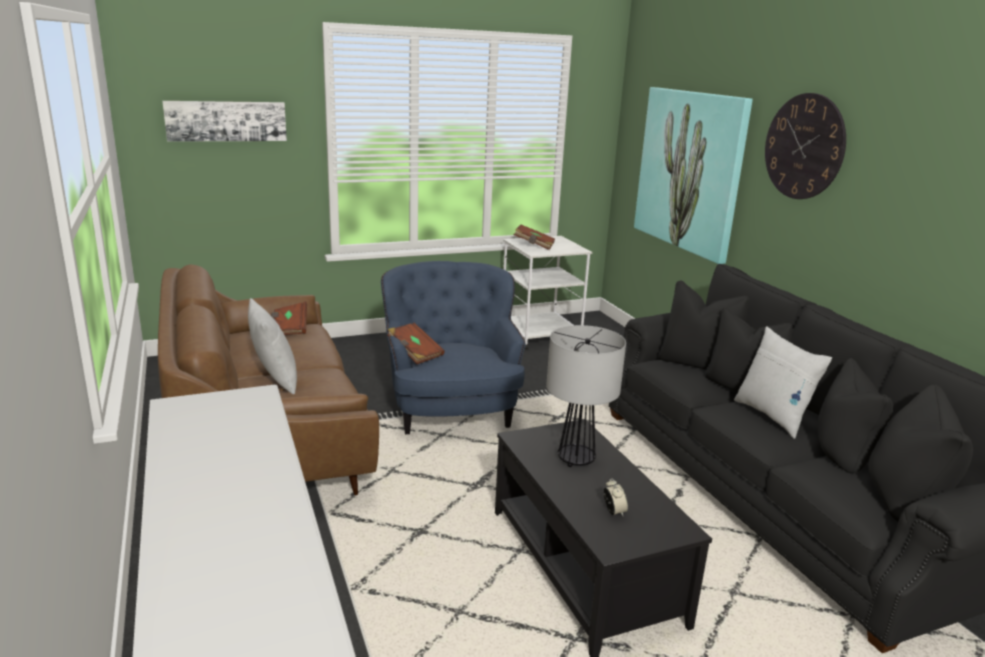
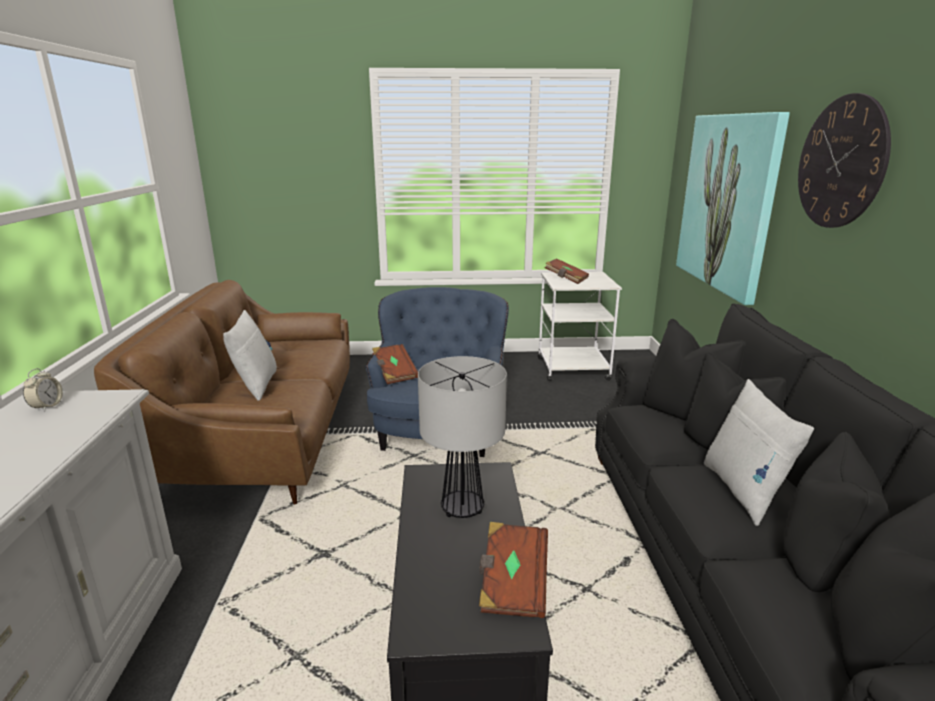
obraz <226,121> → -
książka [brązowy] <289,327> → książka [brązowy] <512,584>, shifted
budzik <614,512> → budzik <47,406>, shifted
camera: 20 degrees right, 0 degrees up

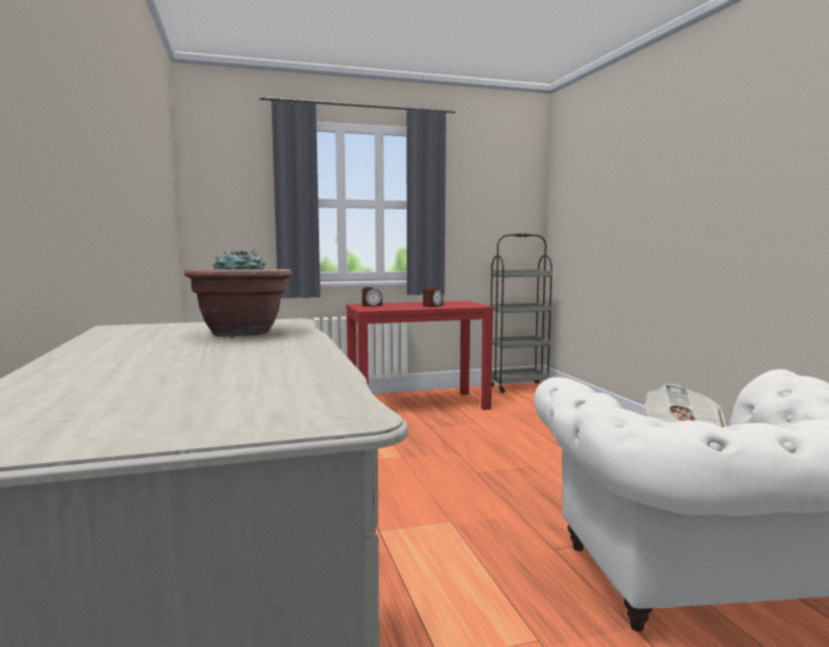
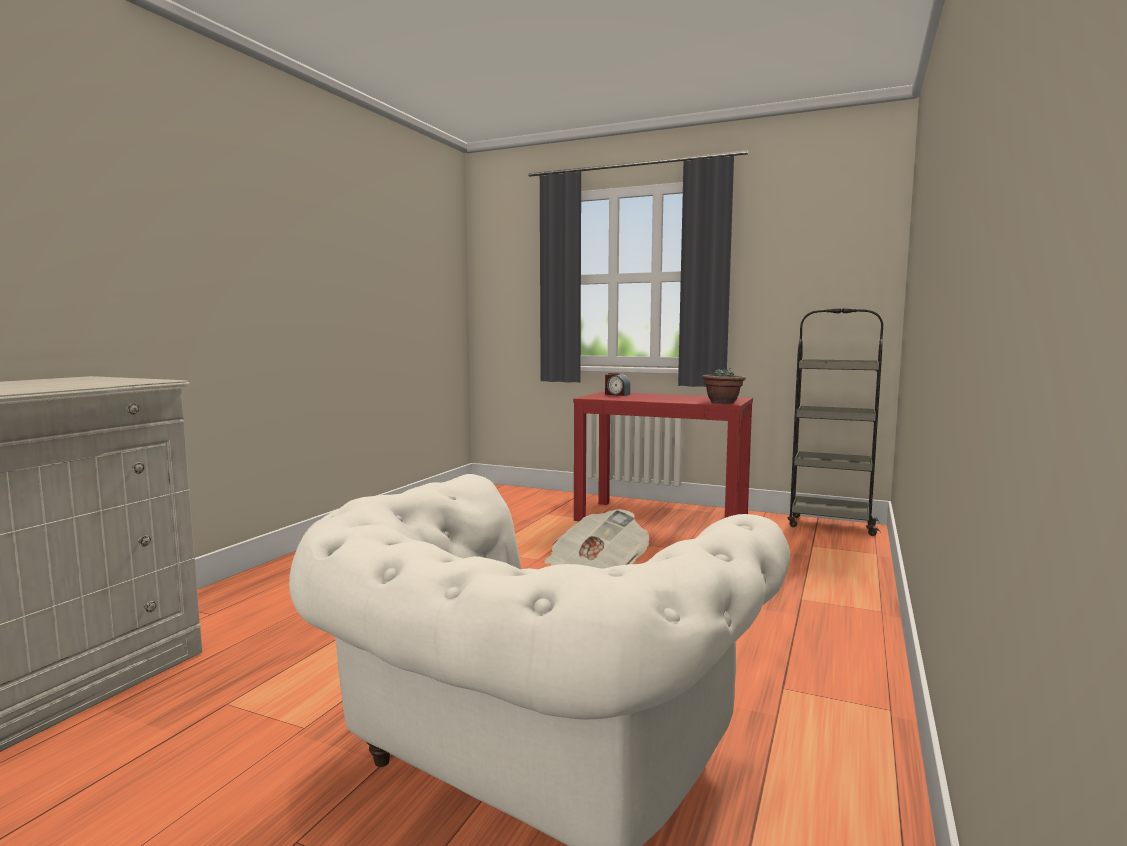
roślina doniczkowa <241,333> → roślina doniczkowa <722,402>, shifted
budzik <432,306> → -
camera: 40 degrees right, 0 degrees up

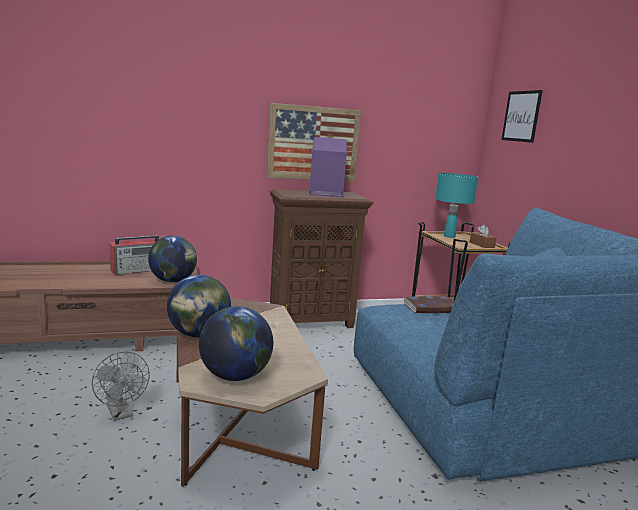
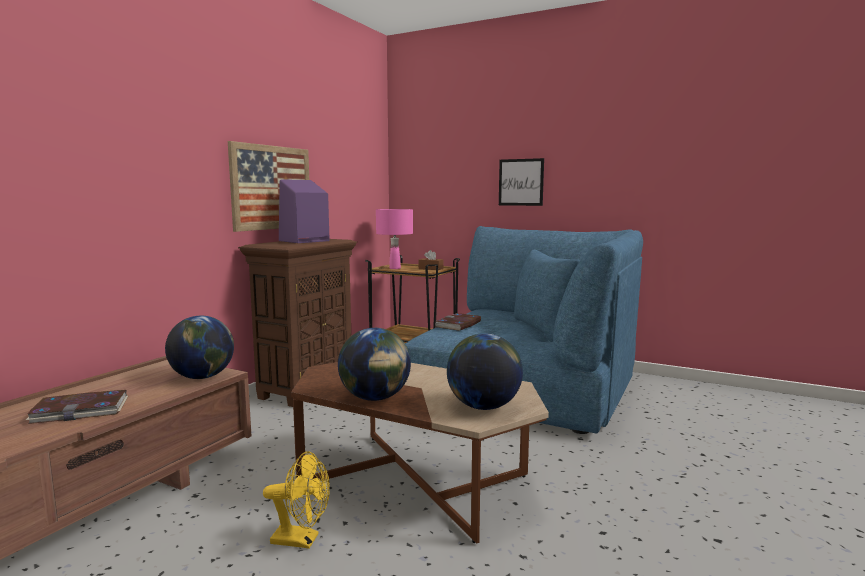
obraz <521,116> → obraz <521,182>, shifted
lampa stołowa [turkusowy] <449,236> → lampa stołowa [różowy] <395,268>
radio <138,270> → -
wentylator [szary] <121,414> → wentylator [żółty] <302,540>
- → książka <81,410>
camera: 45 degrees left, 5 degrees down

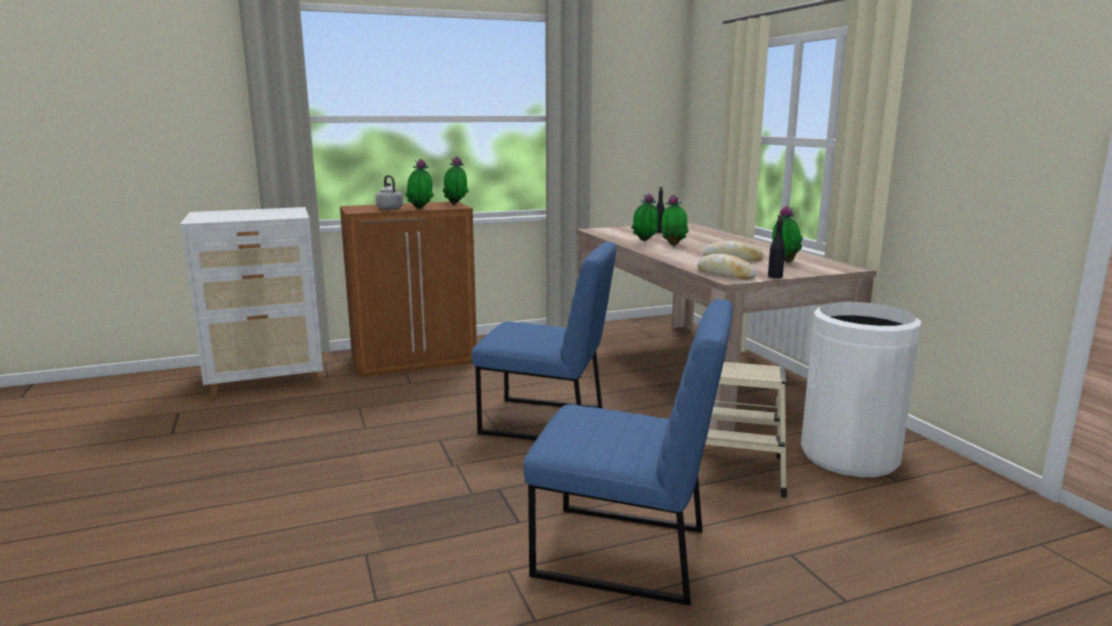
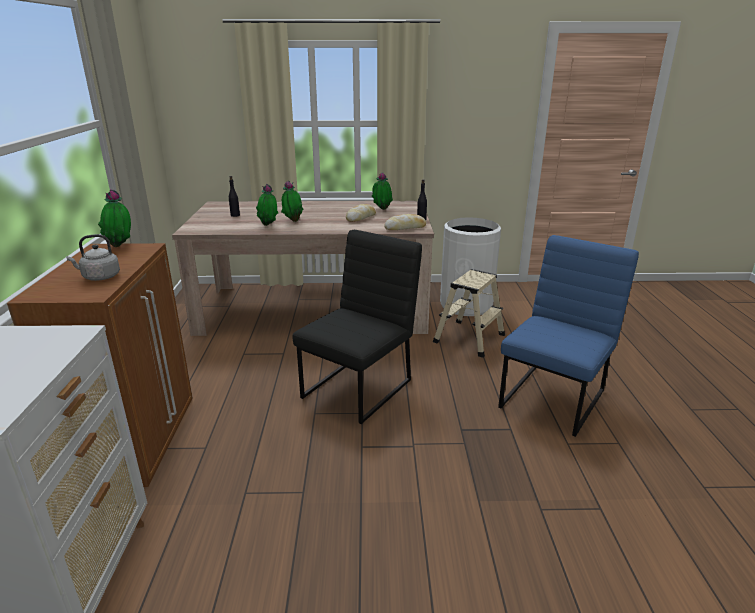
roślina doniczkowa <420,209> → -
krzesło [niebieski] <546,422> → krzesło [czarny] <360,387>
camera: 70 degrees left, 10 degrees up

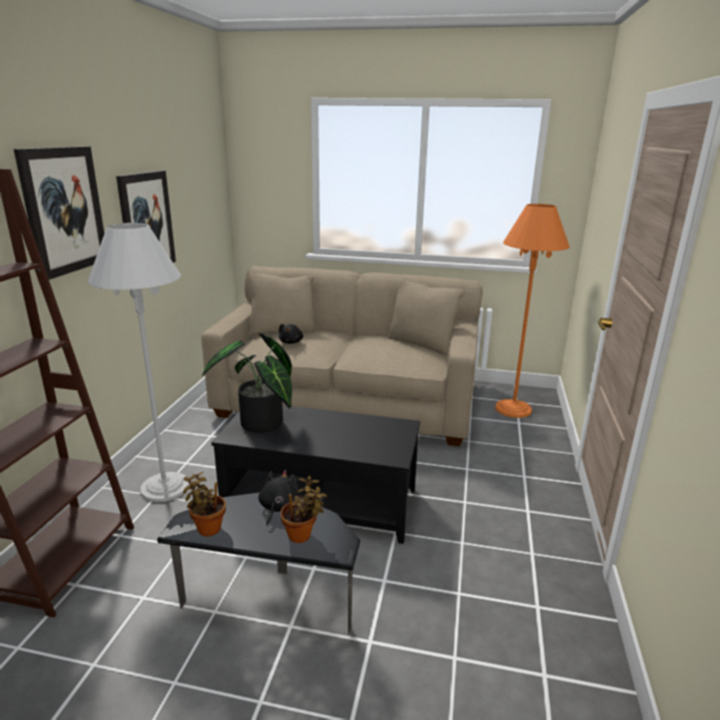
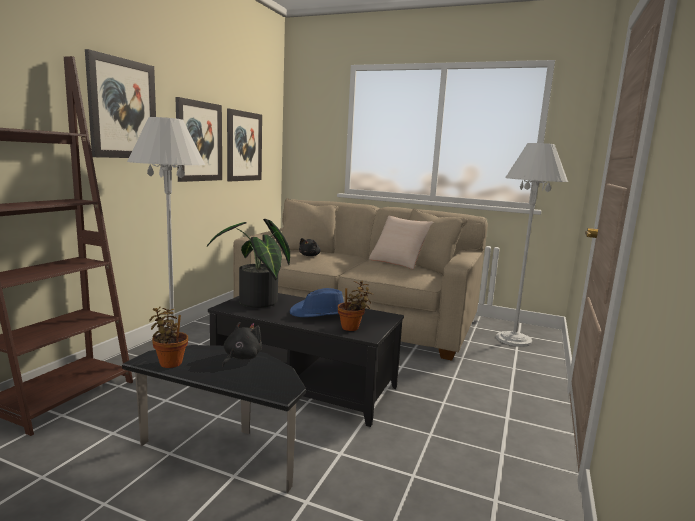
lampa stojąca [pomarańczowy] <513,409> → lampa stojąca [biały] <513,339>
roślina doniczkowa <302,535> → roślina doniczkowa <352,328>, shifted
- → obraz <244,146>
- → poduszka [beżowy] <398,262>
- → kapelusz [niebieski] <323,313>
camera: 10 degrees right, 10 degrees down

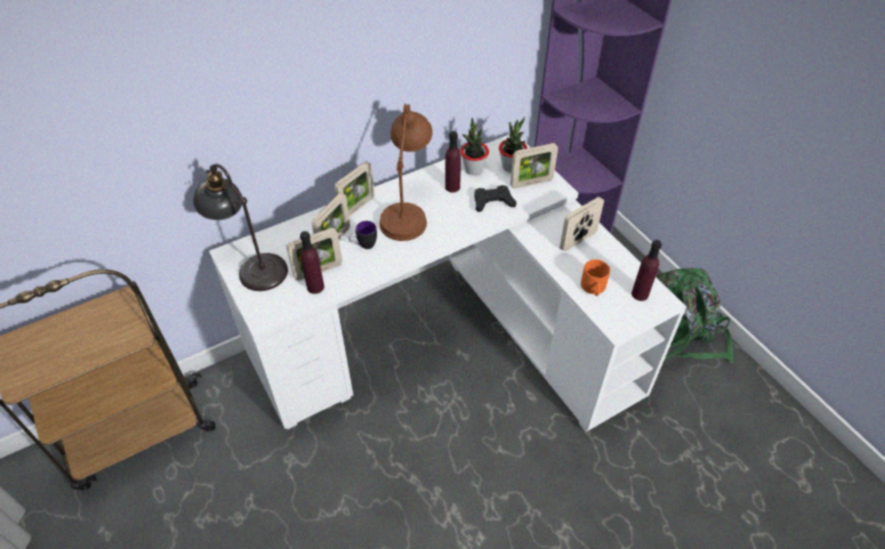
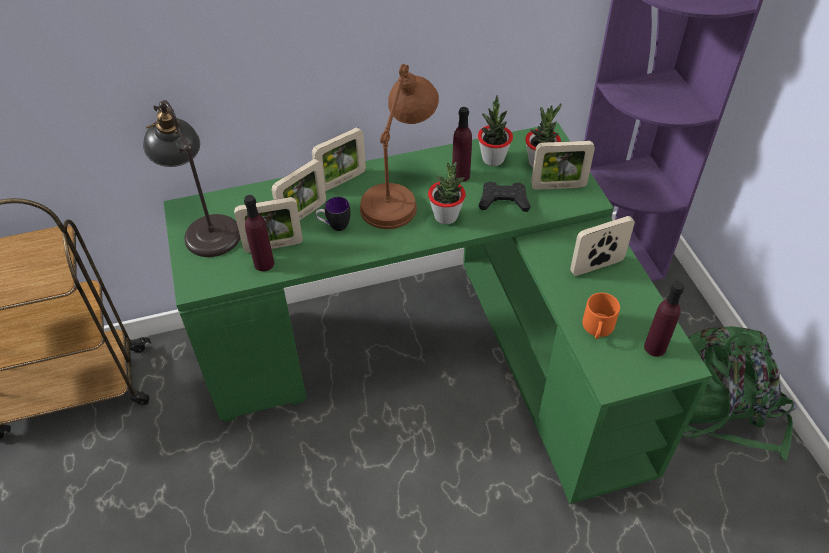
biurko [biały] <450,335> → biurko [zielony] <439,353>
- → roślina doniczkowa <446,216>
camera: 15 degrees right, 0 degrees up

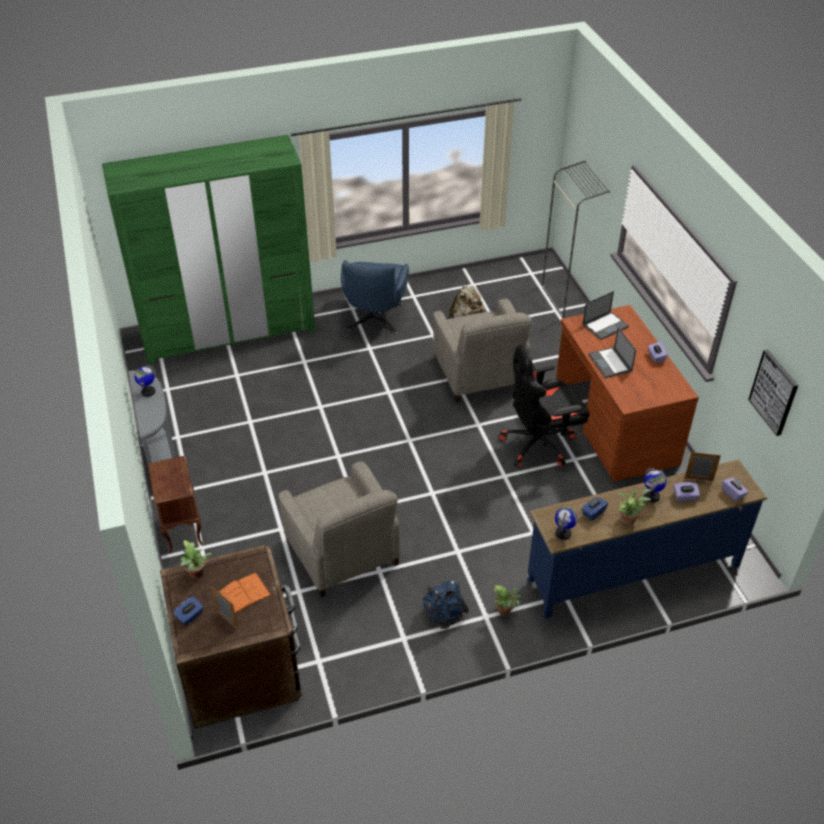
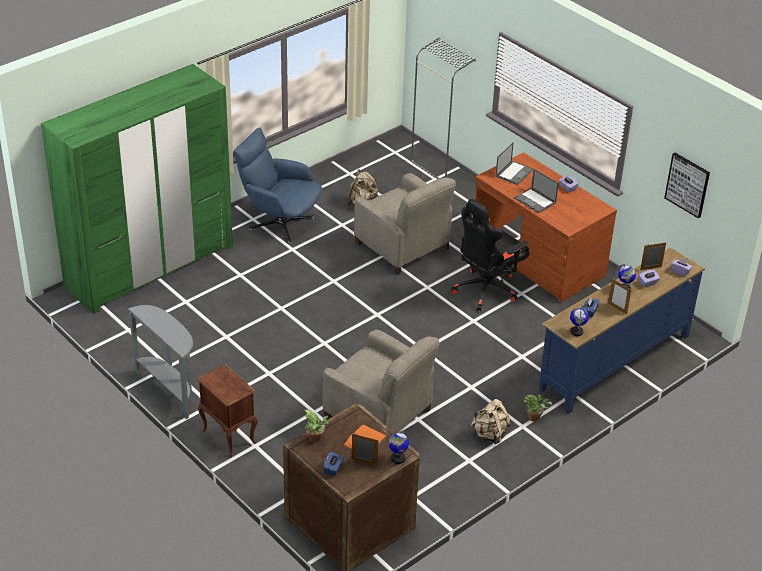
fotel [niebieski] <375,318> → fotel [niebieski] <280,222>, 135 degrees clockwise
globus <148,392> → globus <398,458>, shifted
roślina doniczkowa <629,518> → ramka na zdjęcie <617,308>
plecak [niebieski] <444,614> → plecak [beżowy] <490,434>
camera: 25 degrees left, 5 degrees down

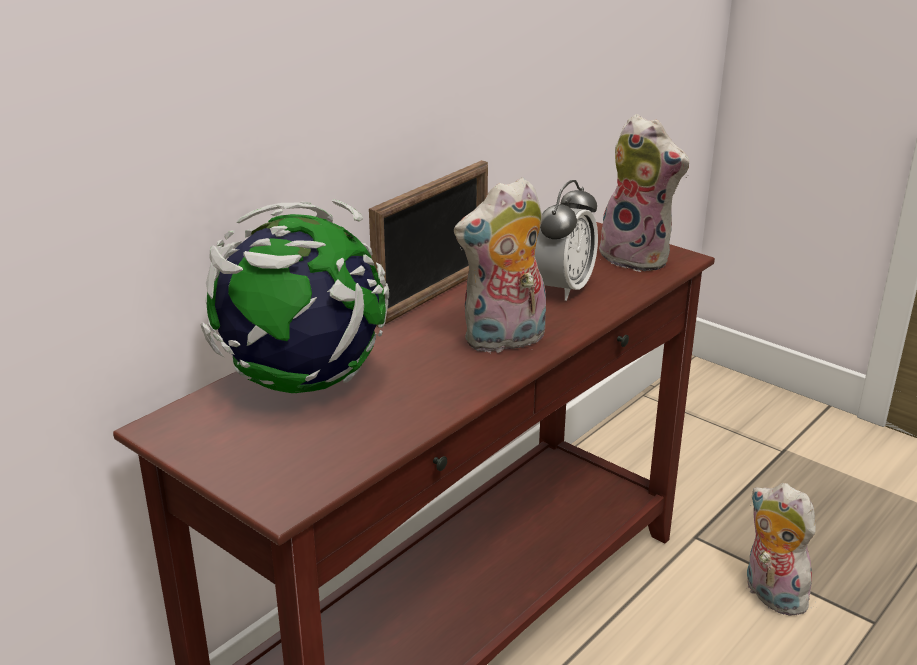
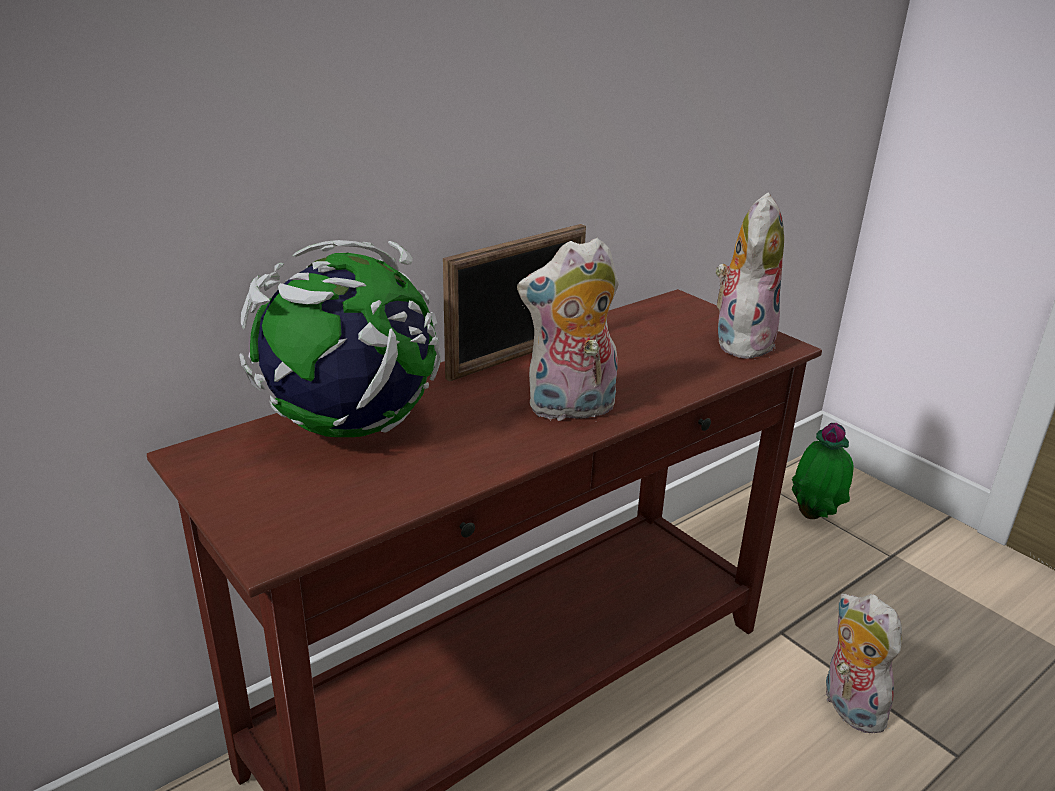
pluszak <638,257> → pluszak <740,341>, 120 degrees counterclockwise
budzik <563,288> → -
- → roślina doniczkowa <815,516>
camera: 10 degrees right, 0 degrees up

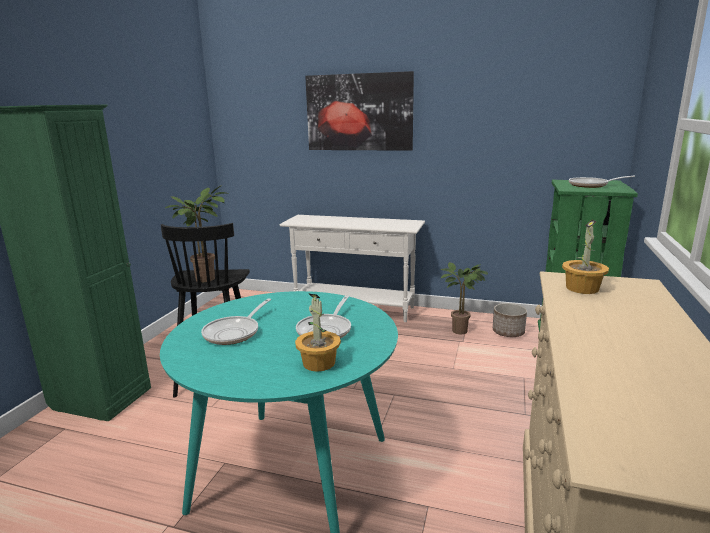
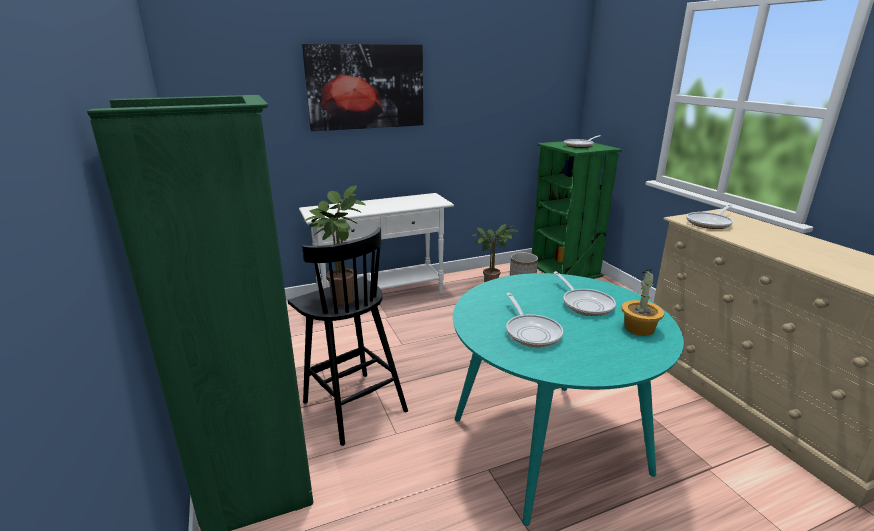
roślina doniczkowa <583,288> → patelnia <710,223>
camera: 40 degrees left, 5 degrees up

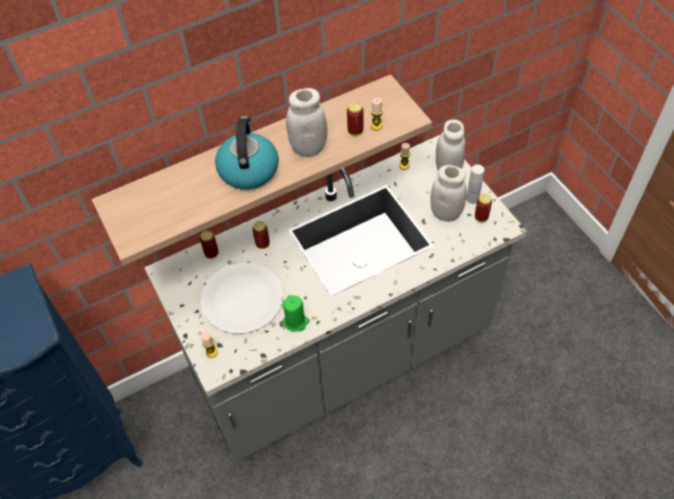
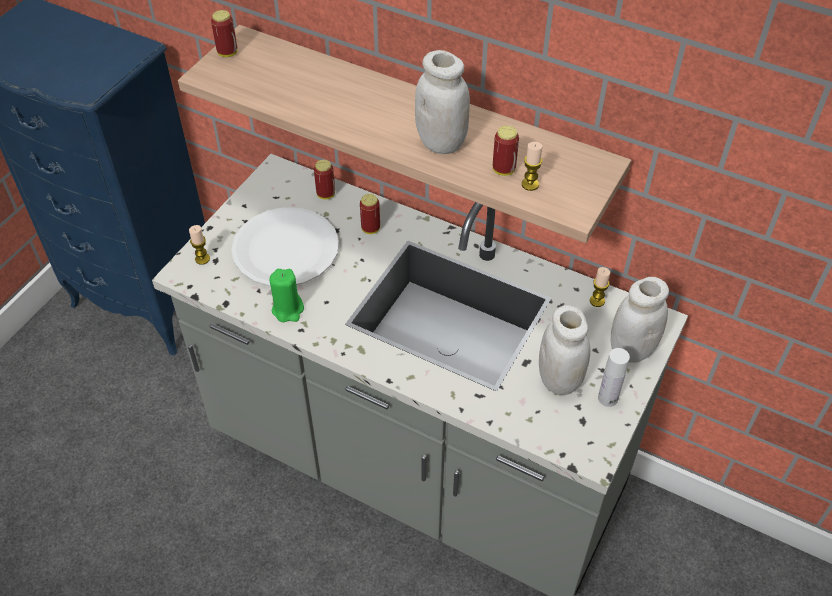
czajnik <248,169> → -
puszka <481,217> → puszka <227,53>, shifted
camera: 55 degrees right, 5 degrees down

